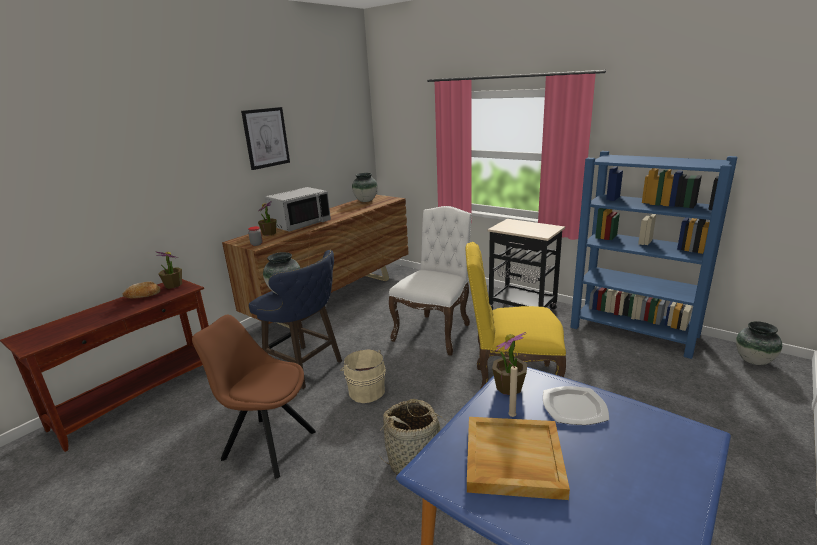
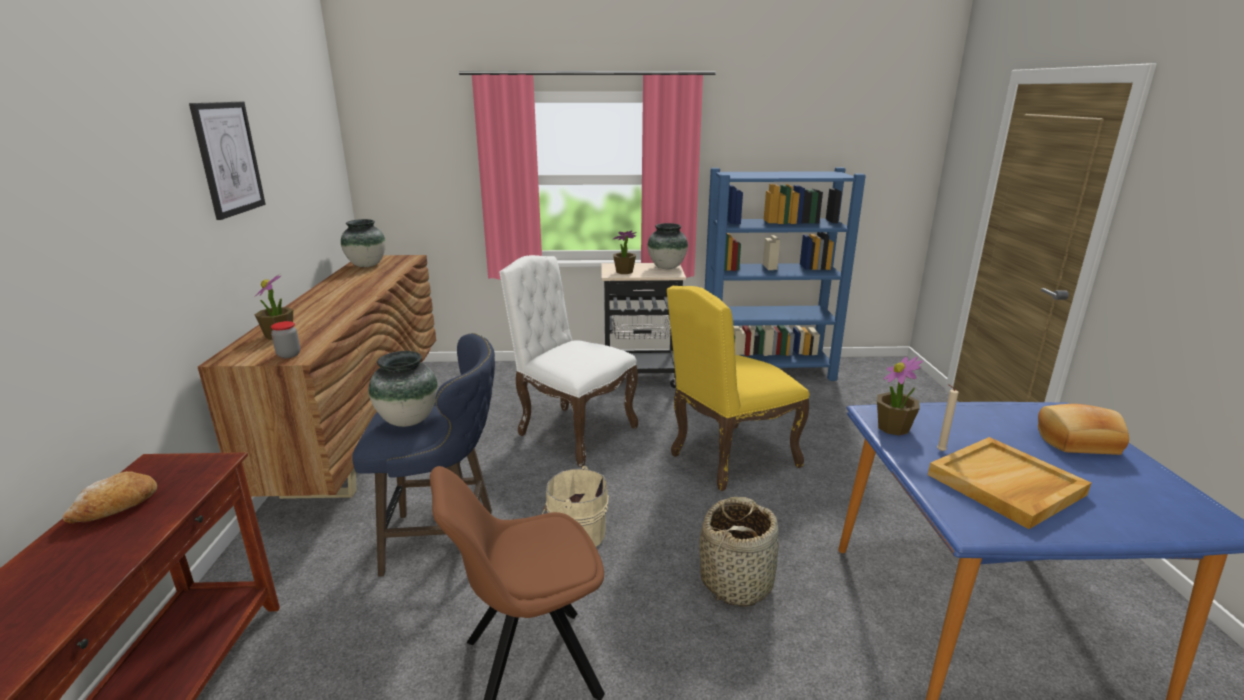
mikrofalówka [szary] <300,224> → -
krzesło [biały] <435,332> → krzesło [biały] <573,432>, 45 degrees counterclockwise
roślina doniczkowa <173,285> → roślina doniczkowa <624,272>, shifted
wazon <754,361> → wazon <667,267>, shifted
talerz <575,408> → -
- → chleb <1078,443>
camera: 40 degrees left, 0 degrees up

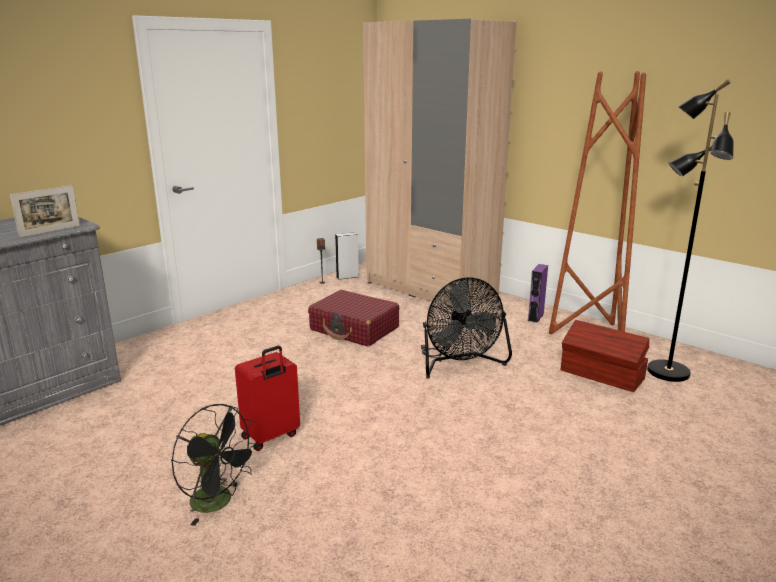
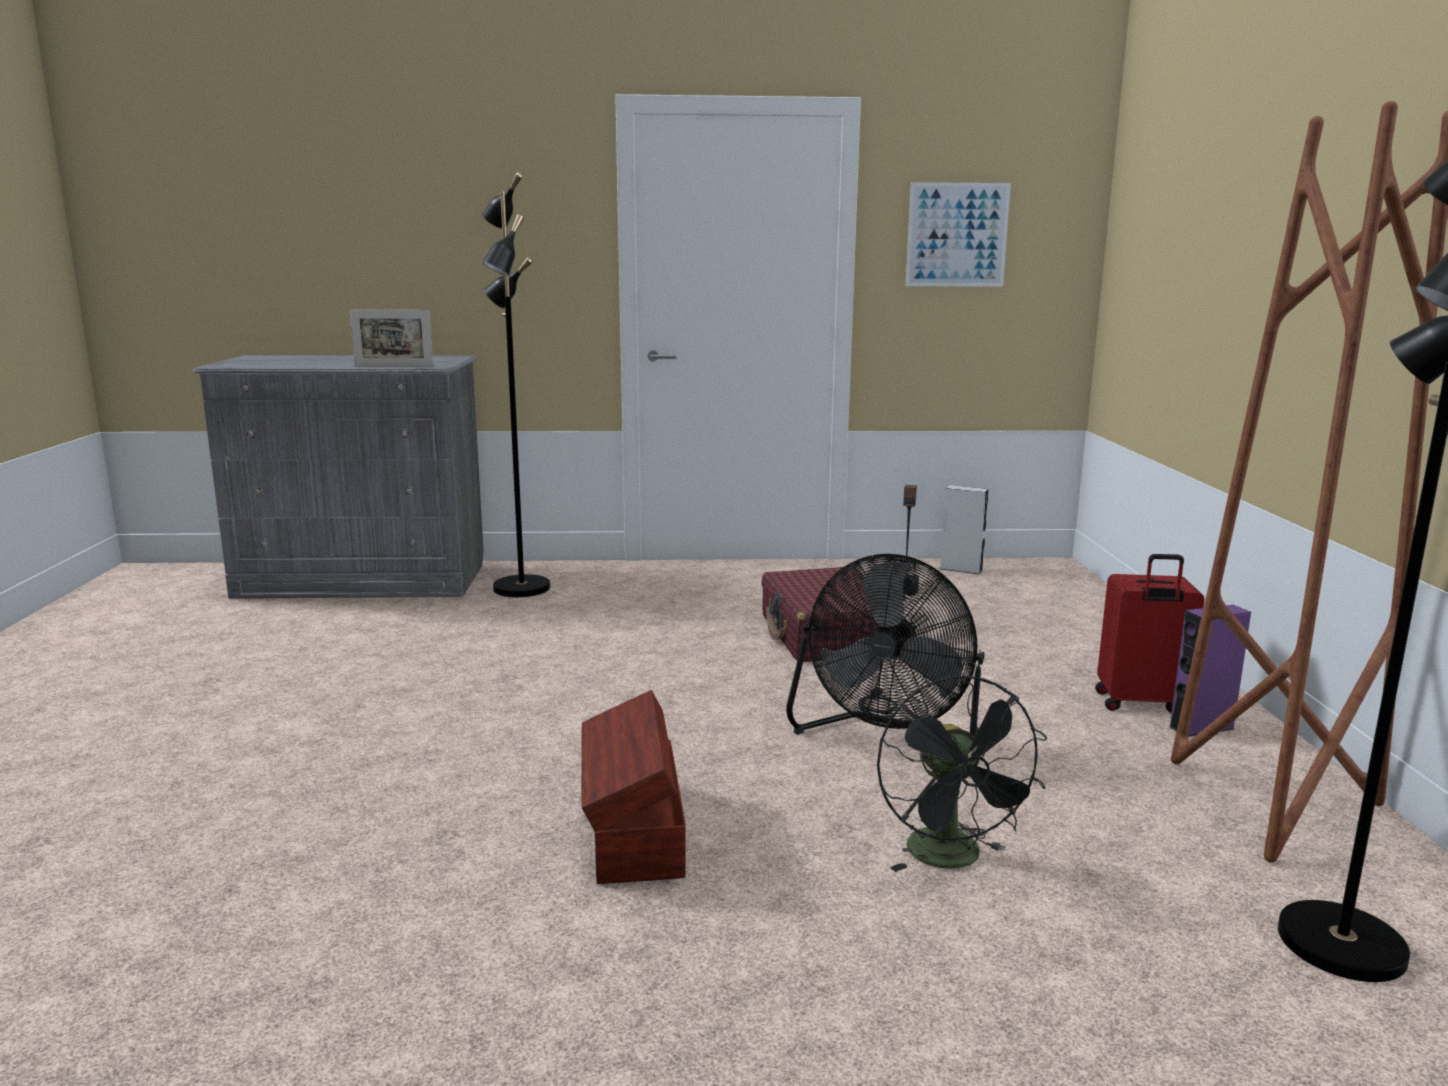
szafa [beżowy] <431,288> → -
pojemnik do przechowywania [brązowy] <602,375> → pojemnik do przechowywania [brązowy] <633,832>, shifted
walizka [czerwony] <271,437> → walizka [czerwony] <1139,703>, shifted
wentylator [czarny] <219,502> → wentylator [czarny] <953,859>, shifted
- → lampa stojąca [czarny] <519,588>
- → obraz <957,235>
camera: 45 degrees right, 5 degrees down

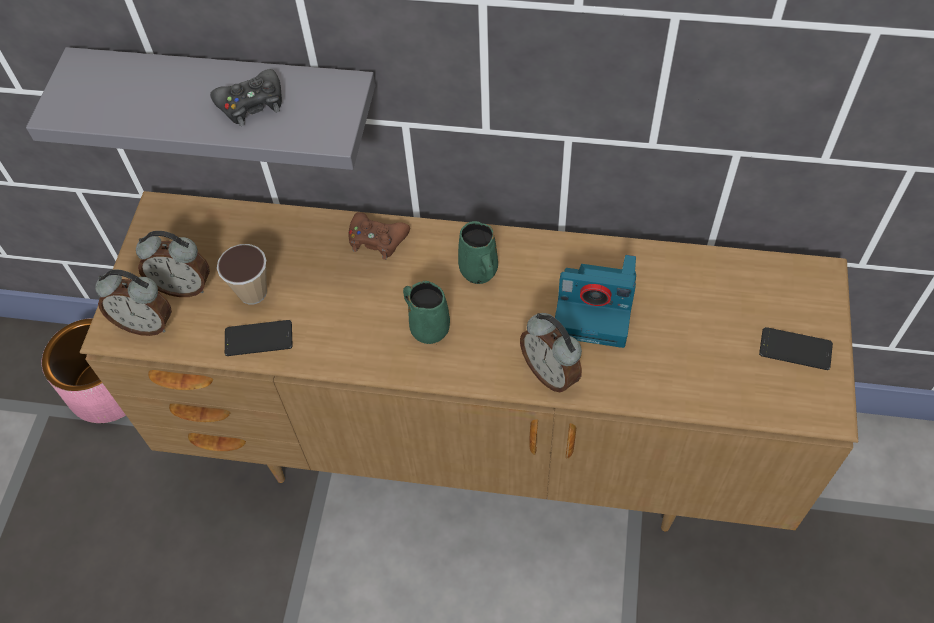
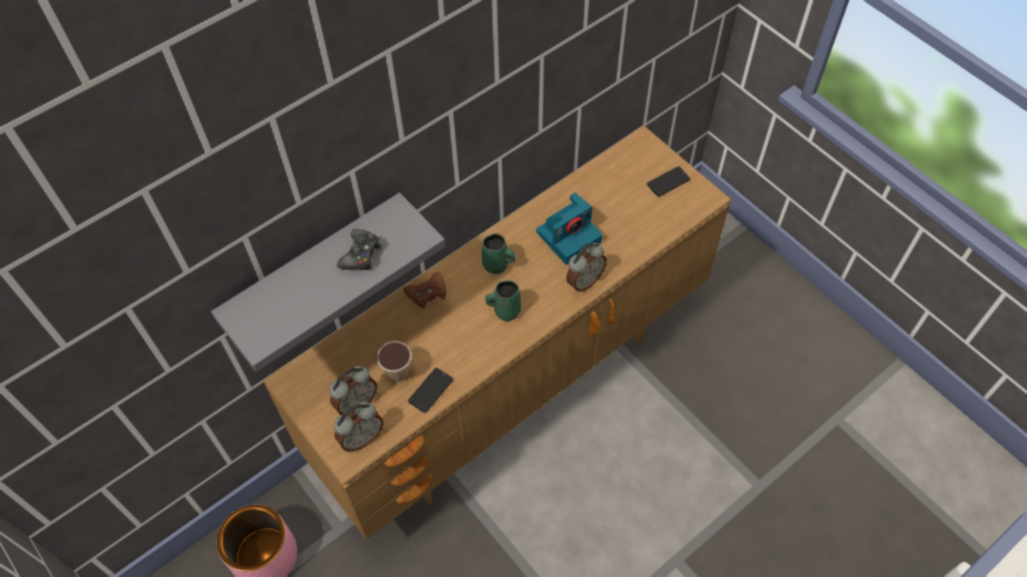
budzik <550,372> → budzik <584,281>, 45 degrees counterclockwise
camera: 50 degrees left, 0 degrees up

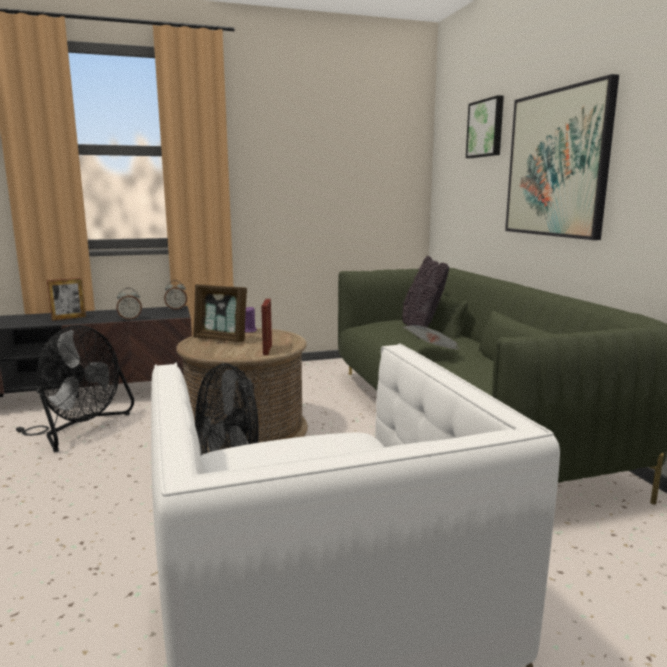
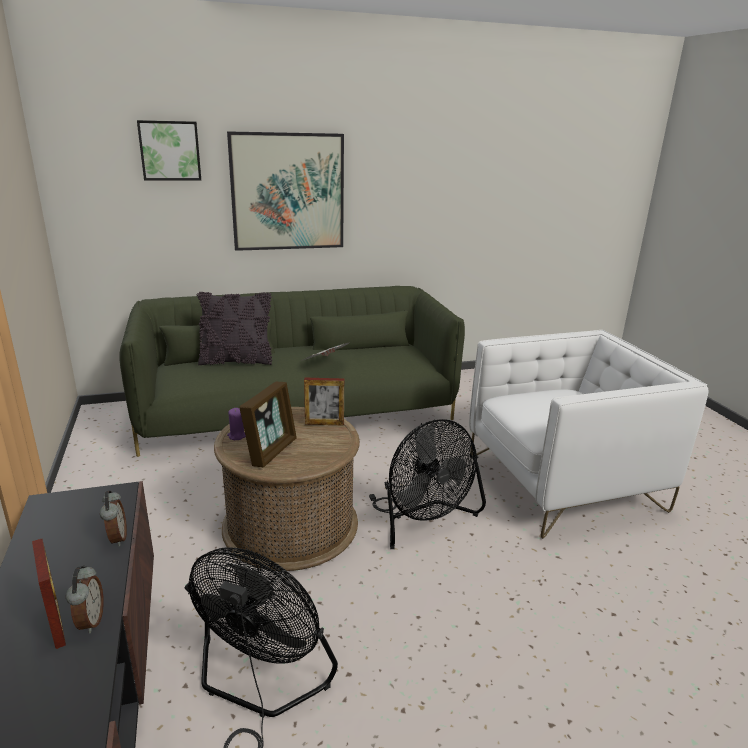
budzik <176,309> → budzik <90,621>, shifted
camera: 90 degrees left, 10 degrees up

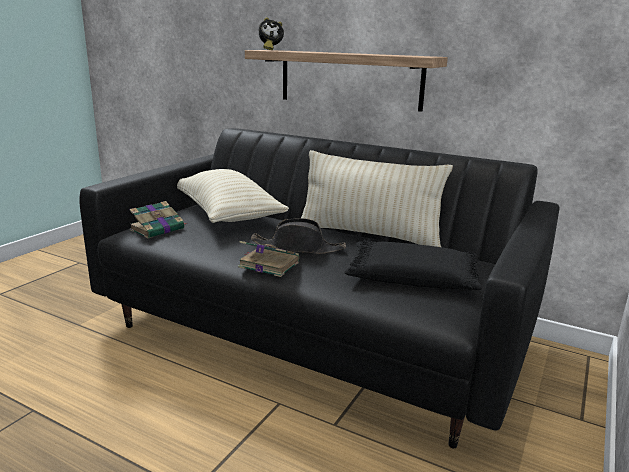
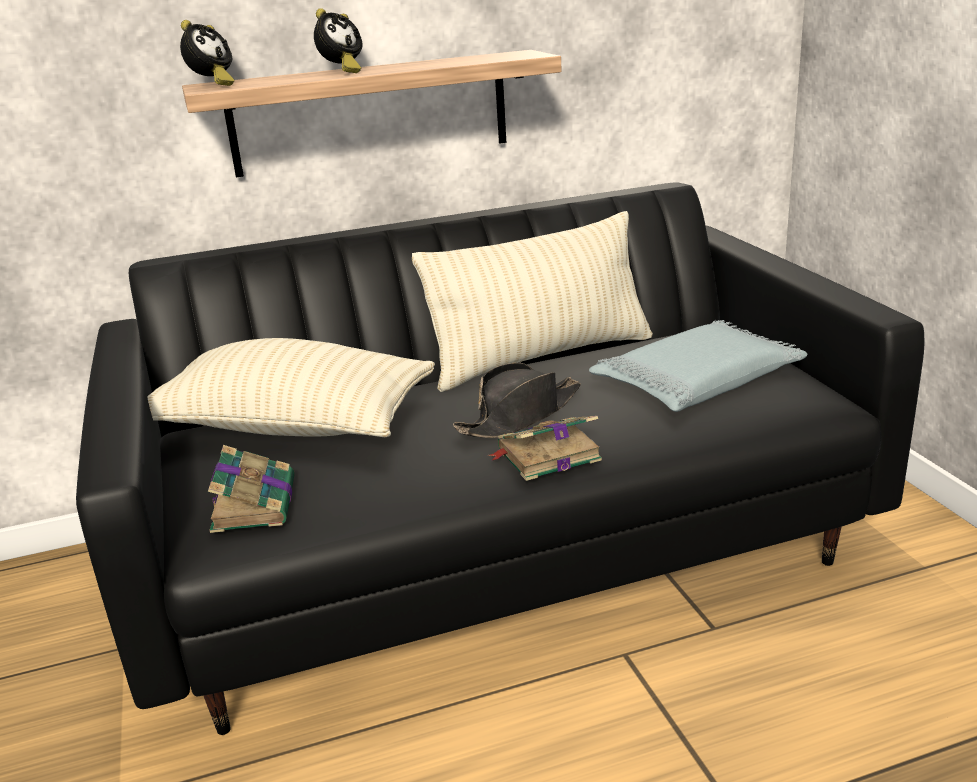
poduszka [czarny] <413,274> → poduszka [niebieski] <698,377>
- → budzik <341,72>
camera: 45 degrees left, 5 degrees up

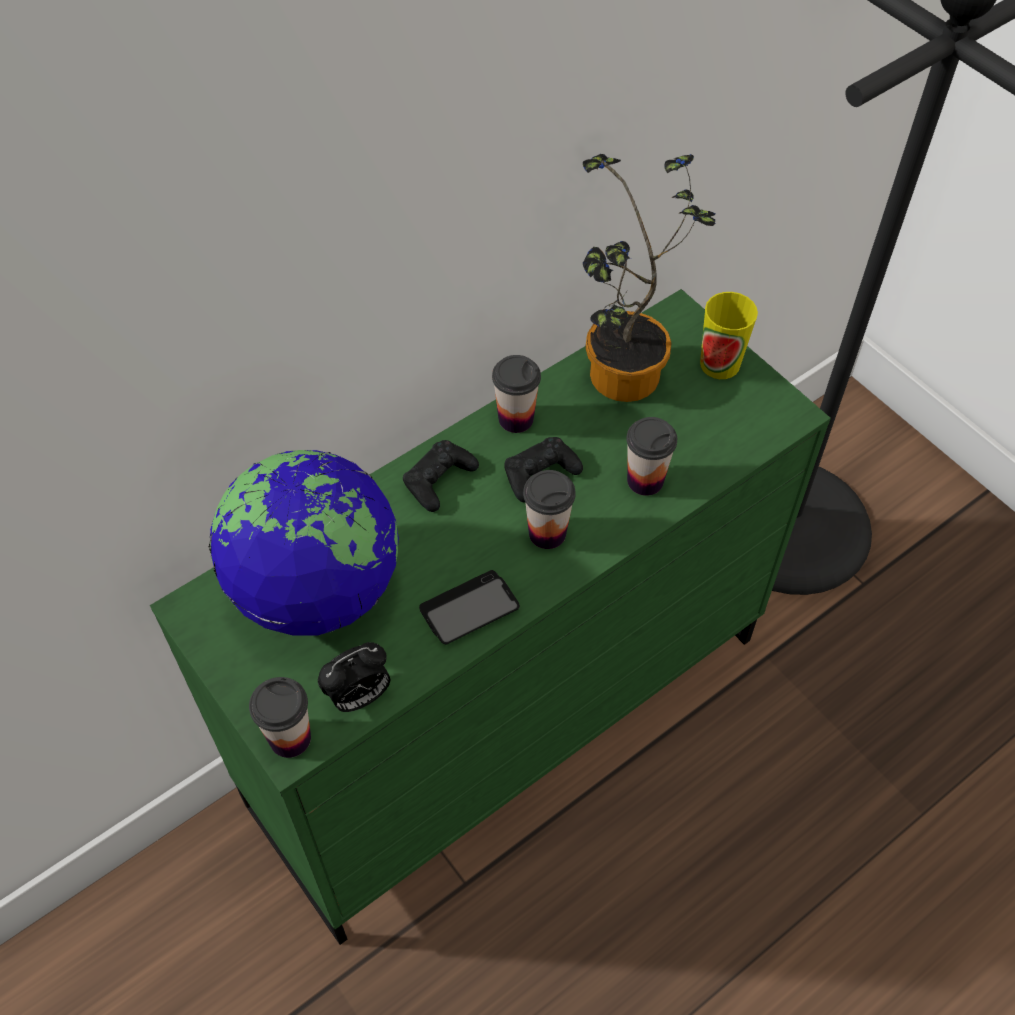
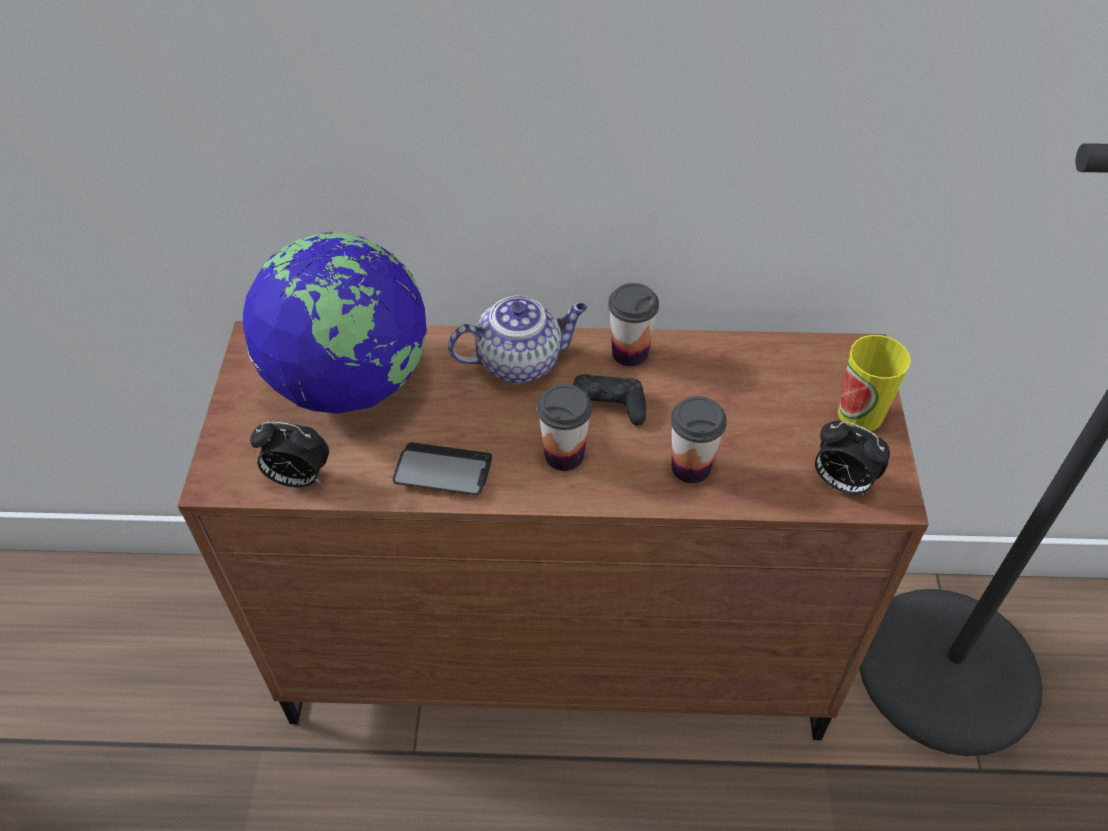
roślina doniczkowa <619,383> → -
komoda [zielony] <505,716> → komoda [brązowy] <557,649>
pad do gier [czarny] <439,480> → imbryk <521,361>
filiżanka <290,738> → -
- → budzik <841,483>
camera: 40 degrees right, 5 degrees down

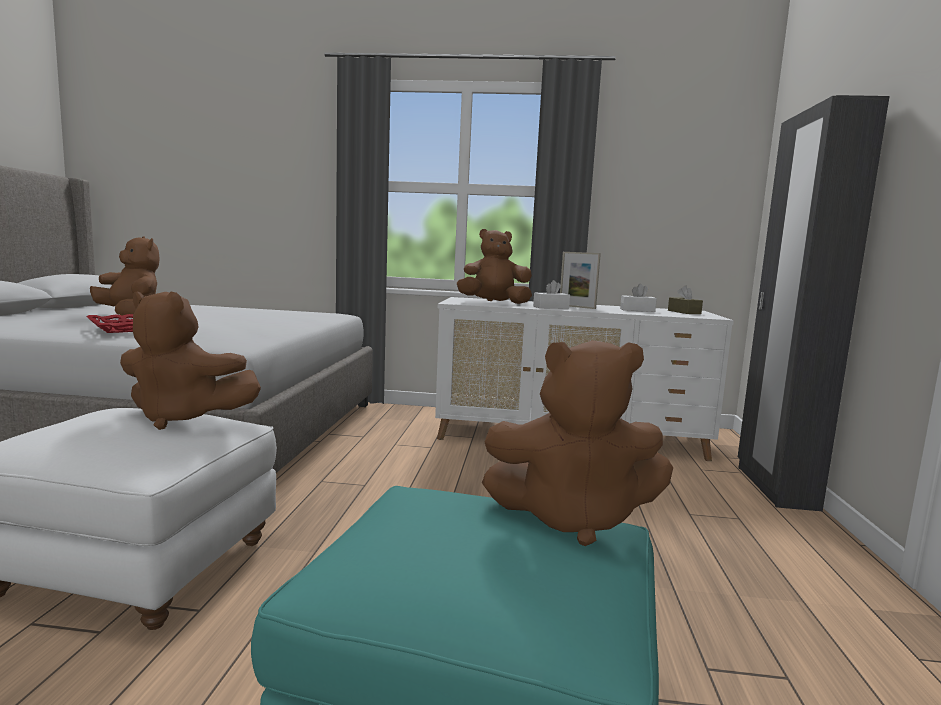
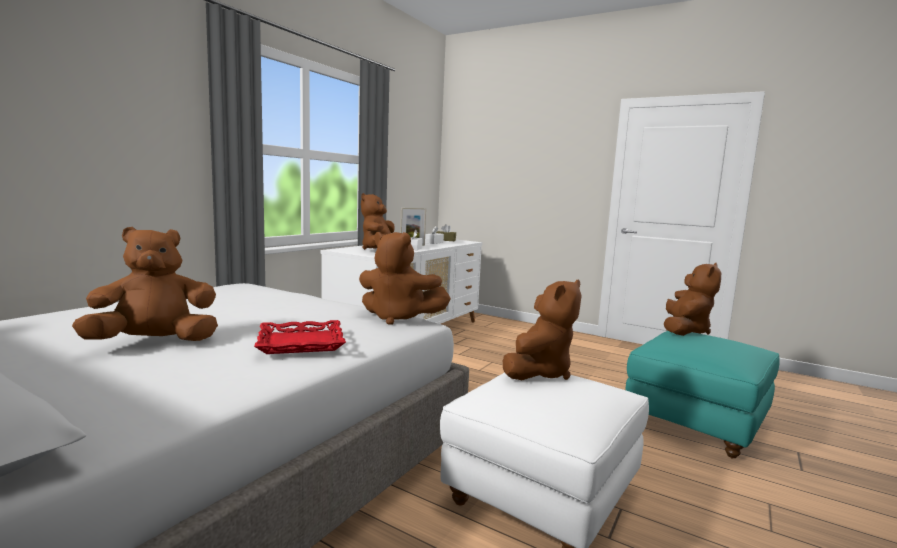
szafa [czarny] <775,487> → -
- → pluszak [brązowy] <399,318>
camera: 65 degrees left, 0 degrees up

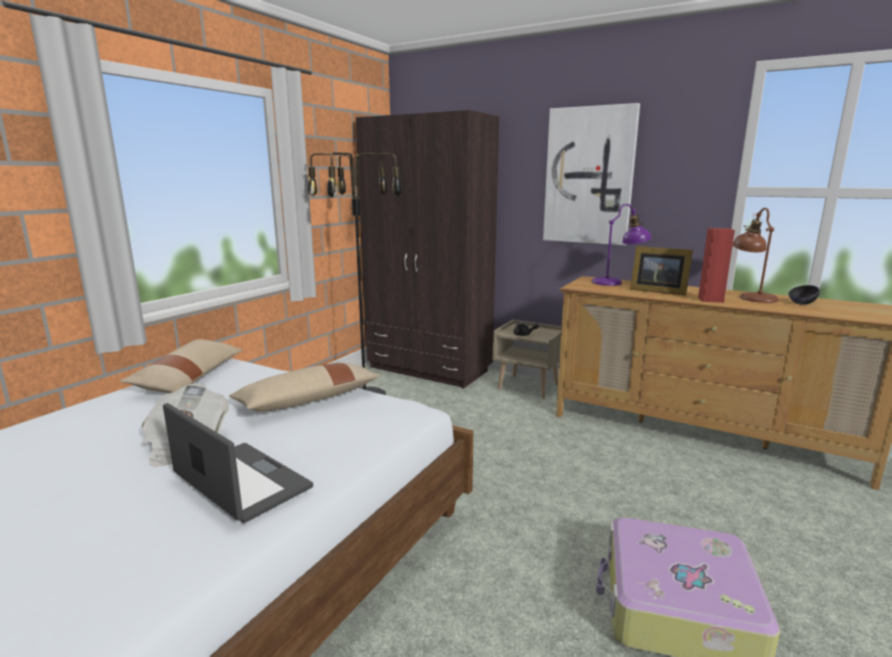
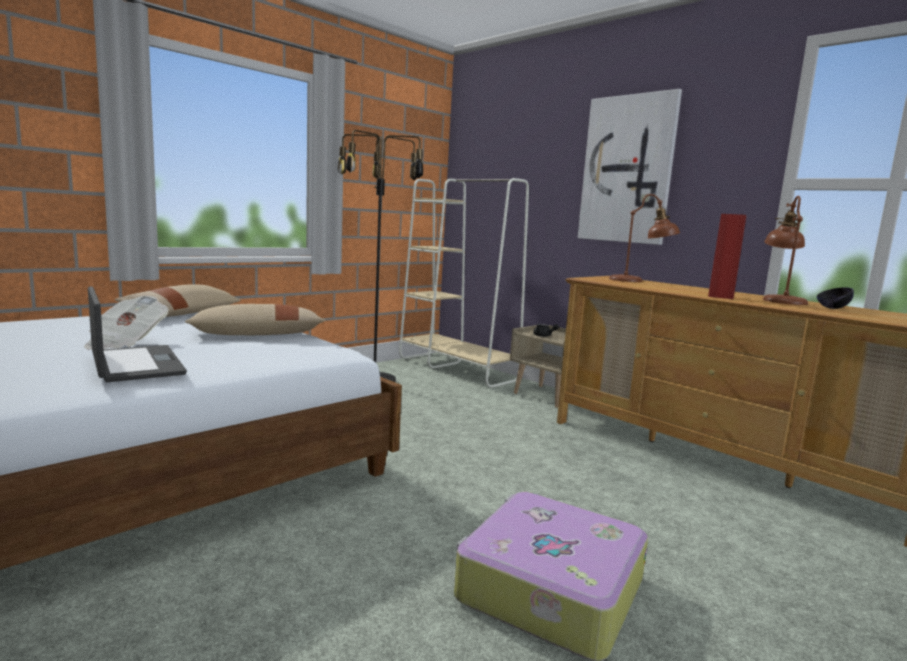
szafa [brązowy] <429,369> → wieszak [beżowy] <457,370>
lampa stołowa [fioletowy] <618,282> → lampa stołowa [brązowy] <640,281>
ramka na zdjęcie <656,291> → -
camera: 15 degrees right, 5 degrees down

